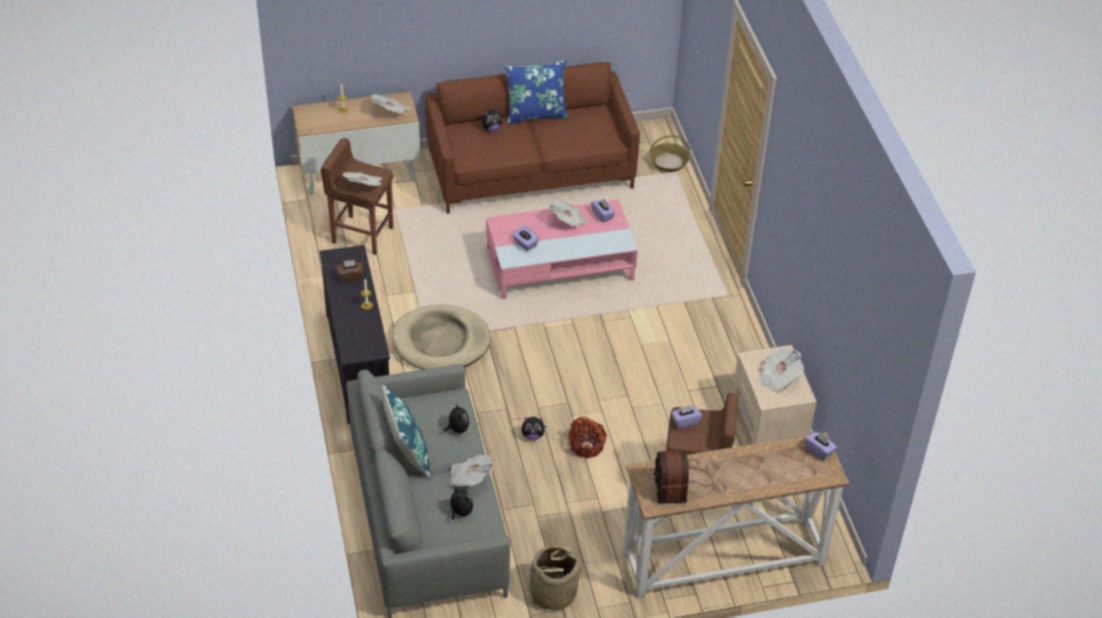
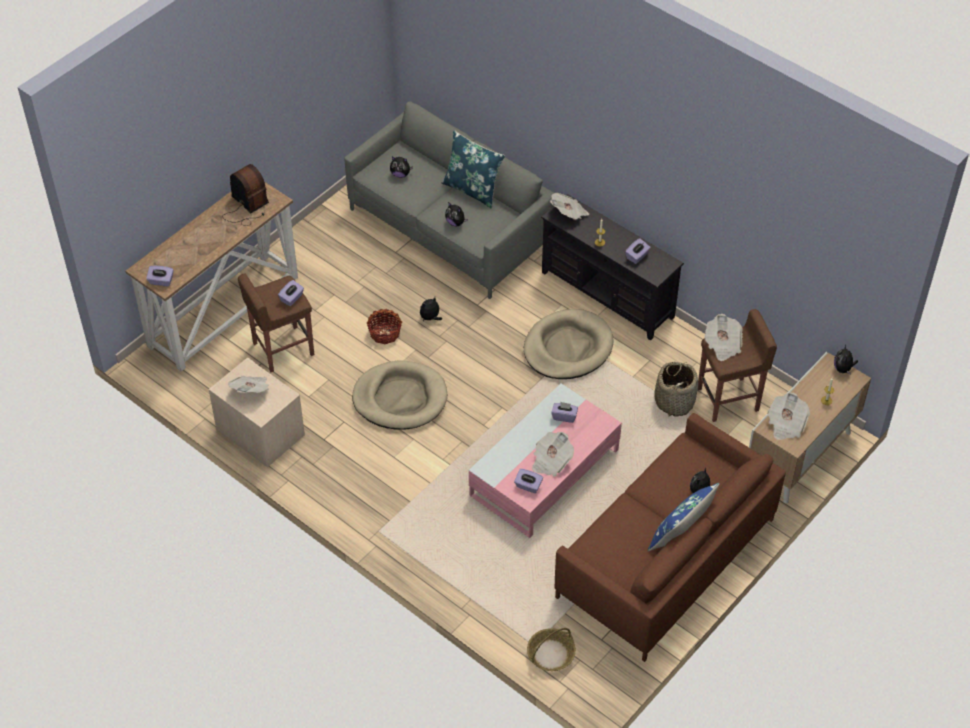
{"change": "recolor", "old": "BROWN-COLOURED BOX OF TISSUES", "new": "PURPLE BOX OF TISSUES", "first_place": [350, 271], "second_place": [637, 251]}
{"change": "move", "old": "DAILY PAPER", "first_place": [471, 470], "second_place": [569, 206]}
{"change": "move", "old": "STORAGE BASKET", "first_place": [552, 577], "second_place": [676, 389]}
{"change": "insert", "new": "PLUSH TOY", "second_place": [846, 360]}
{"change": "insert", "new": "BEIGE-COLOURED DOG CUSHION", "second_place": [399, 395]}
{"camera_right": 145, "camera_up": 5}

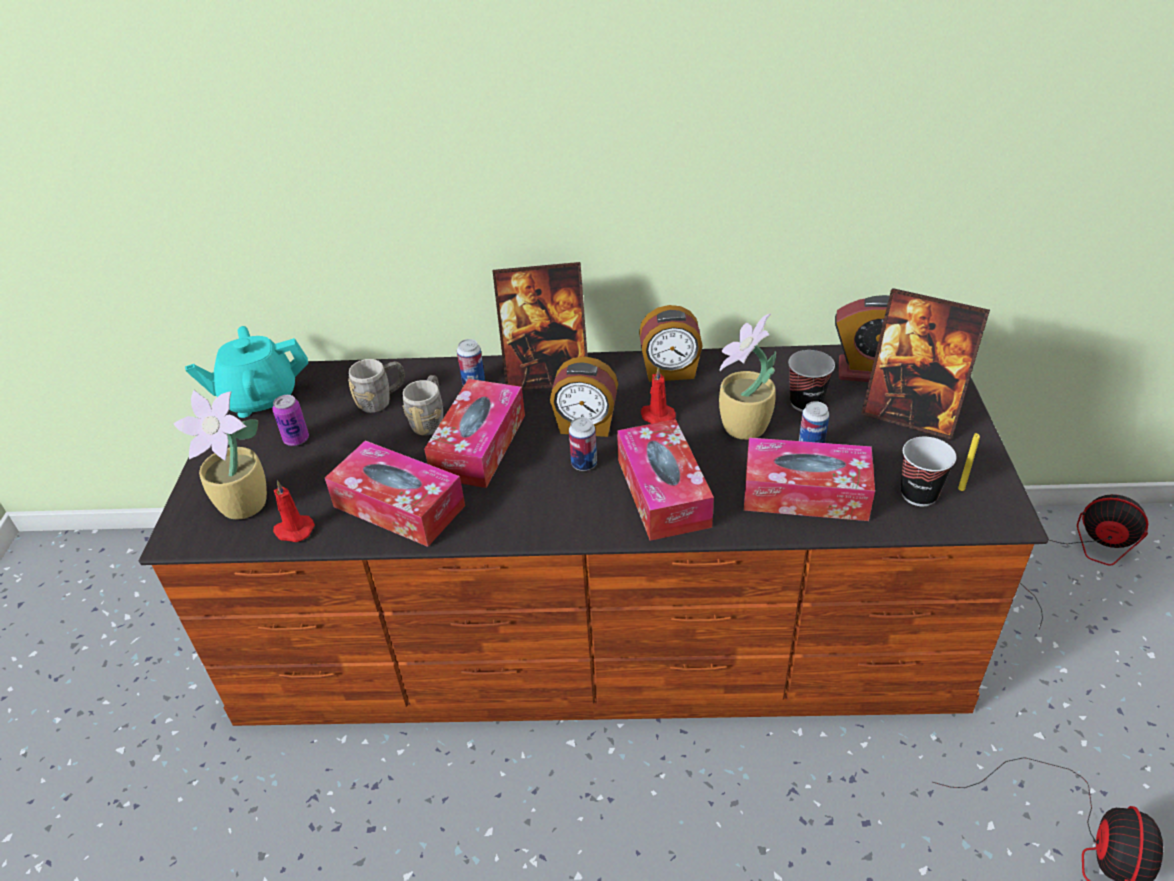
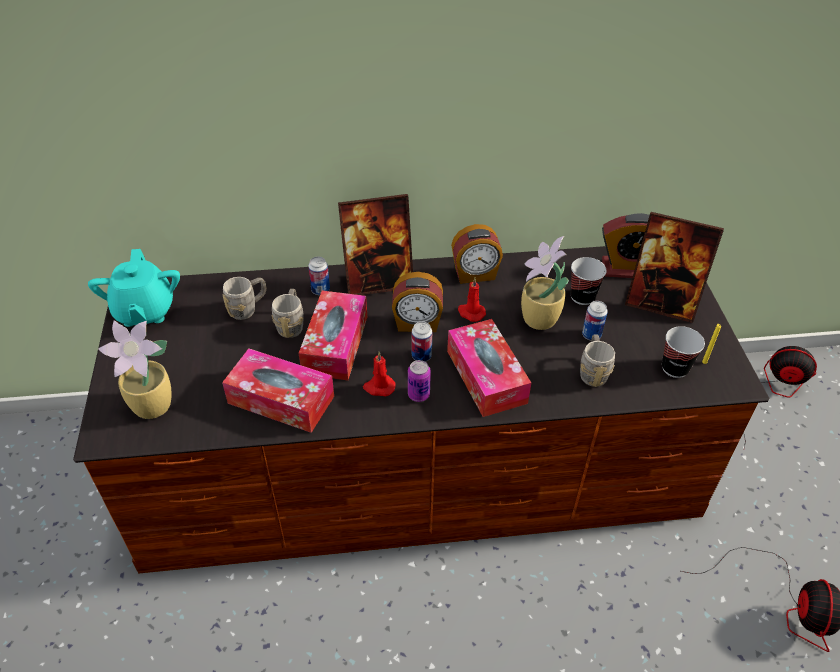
{"change": "rotate", "old": "BLUE-GREEN TEAPOT", "first_place": [246, 372], "second_place": [134, 288], "degrees": -75}
{"change": "move", "old": "CAN", "first_place": [290, 420], "second_place": [419, 381]}
{"change": "replace", "old": "BOX OF TISSUES", "new": "GREY TEA MUG", "first_place": [809, 479], "second_place": [597, 360]}
{"change": "move", "old": "RED-COLOURED CANDLE", "first_place": [294, 511], "second_place": [379, 374]}
{"camera_right": -10, "camera_up": 5}

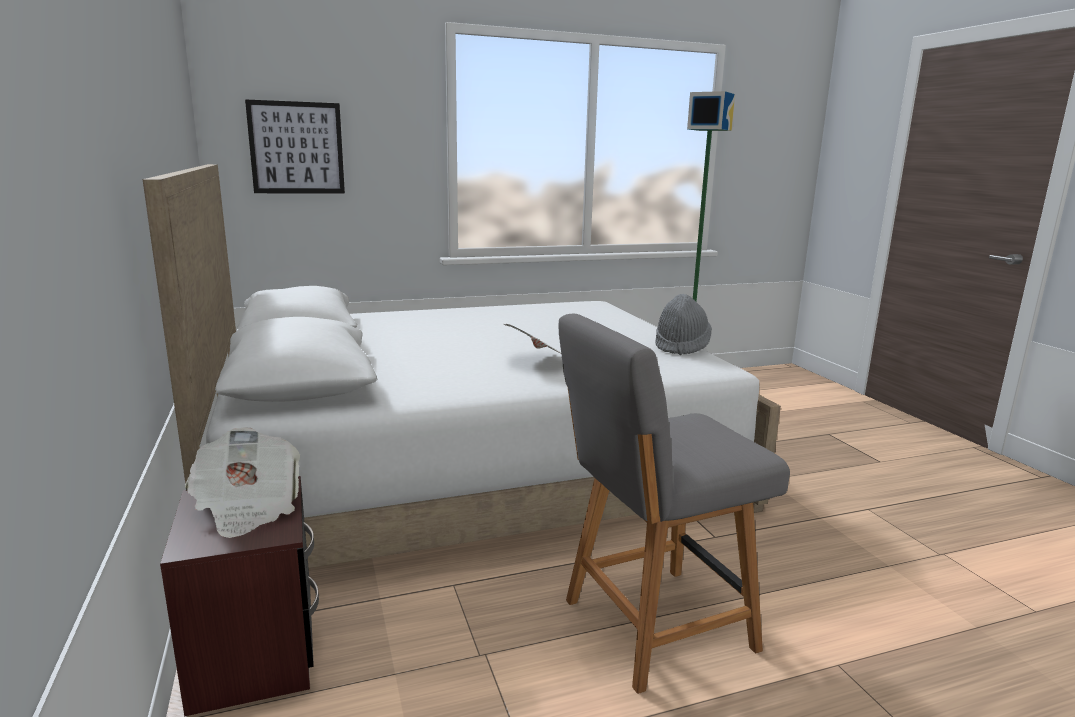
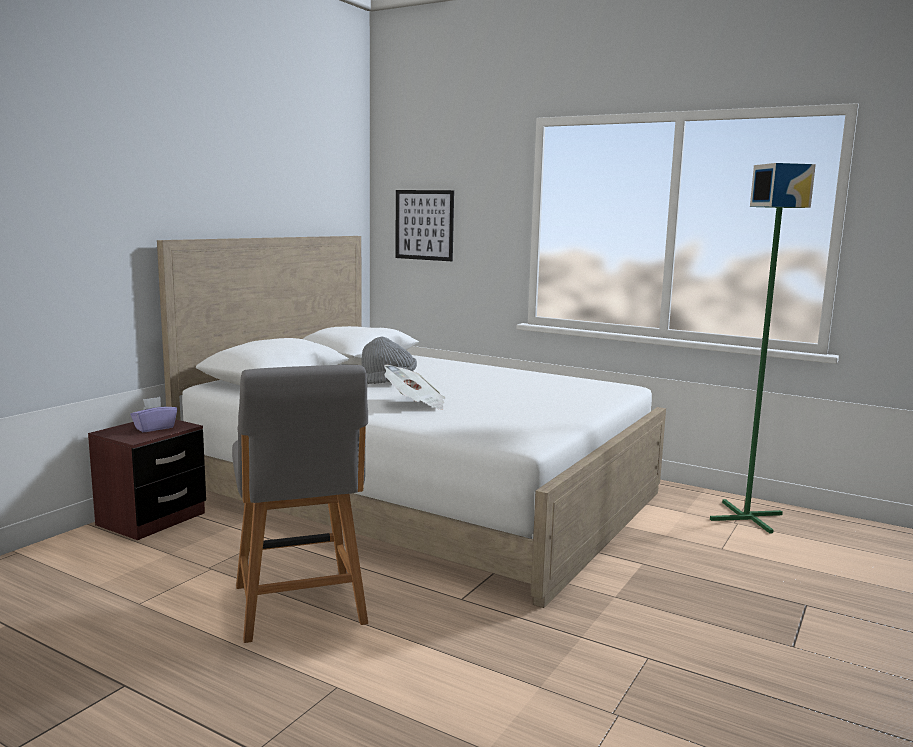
{"change": "move", "old": "GREY CLOTHING HAT", "first_place": [683, 324], "second_place": [389, 360]}
{"change": "rotate", "old": "GREY CHAIR", "first_place": [674, 504], "second_place": [300, 504], "degrees": -135}
{"change": "replace", "old": "DAILY PAPER", "new": "PURPLE BOX OF TISSUES", "first_place": [242, 483], "second_place": [153, 414]}
{"camera_right": 50, "camera_up": -5}

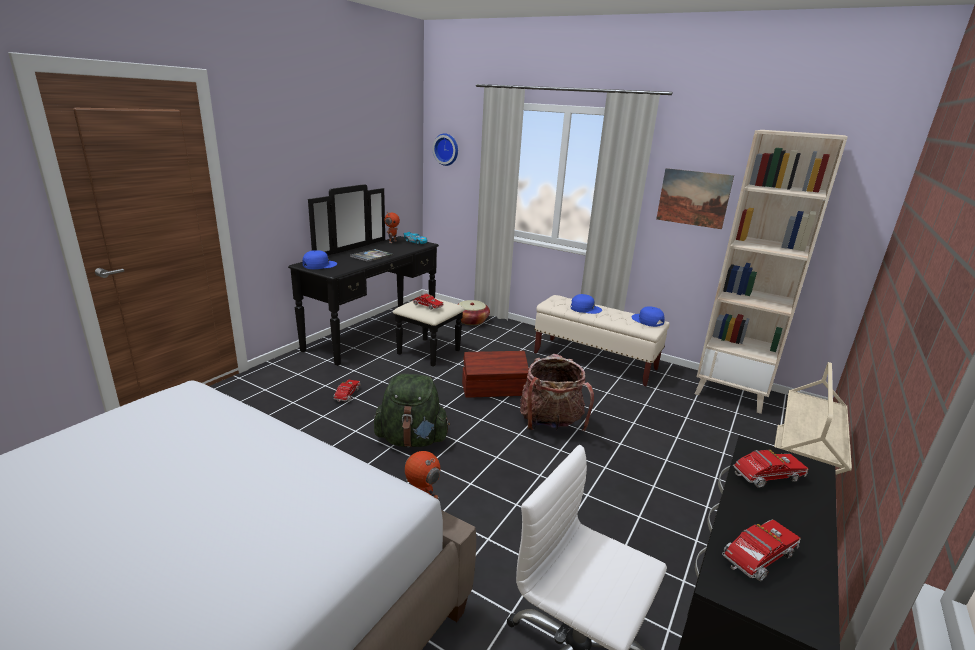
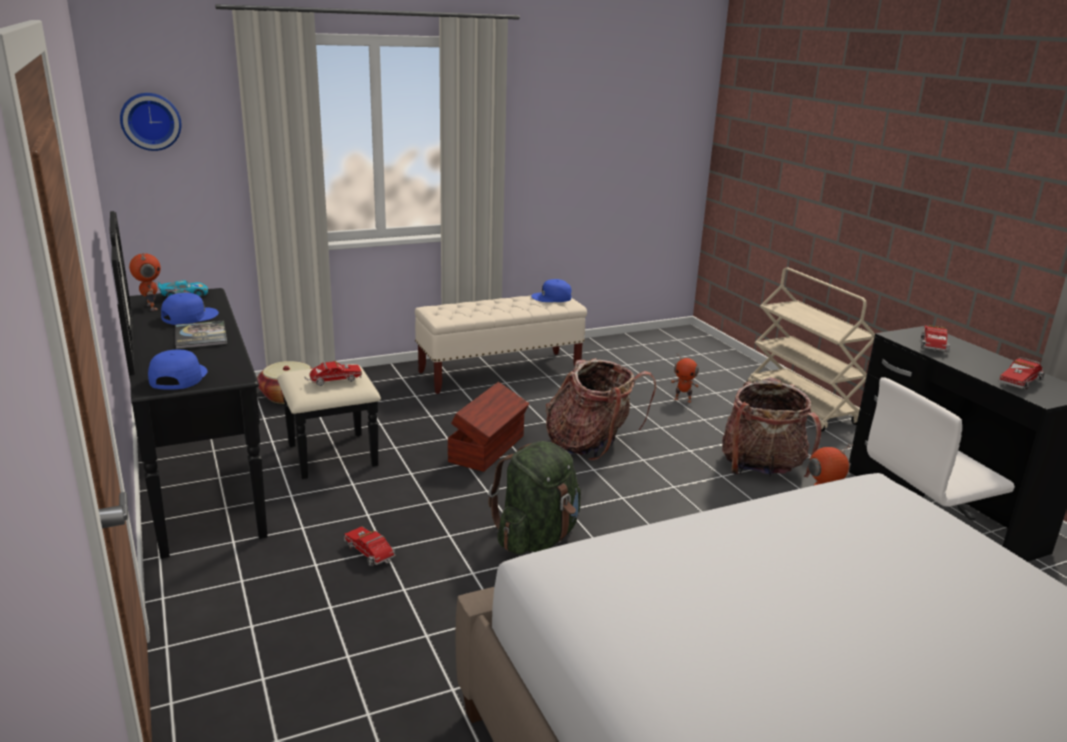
{"change": "delete", "old": "BEIGE-COLOURED BOOKSHELF", "first_place": [771, 272]}
{"change": "delete", "old": "PICTURE", "first_place": [695, 198]}
{"change": "move", "old": "BLUE BASEBALL CAP", "first_place": [586, 304], "second_place": [190, 309]}
{"change": "rotate", "old": "TOY LORRY", "first_place": [761, 550], "second_place": [1021, 373], "degrees": -135}
{"change": "insert", "new": "TOY ROBOT", "second_place": [685, 378]}
{"change": "insert", "new": "BACKPACK", "second_place": [772, 427]}
{"camera_right": -55, "camera_up": 0}

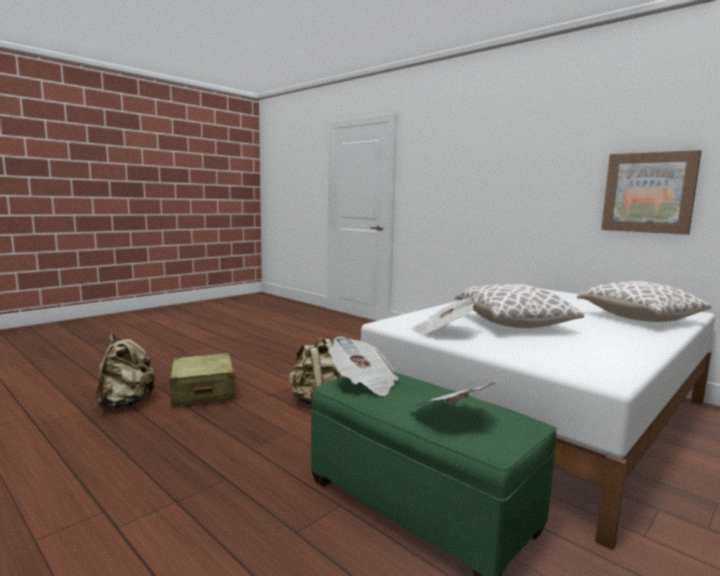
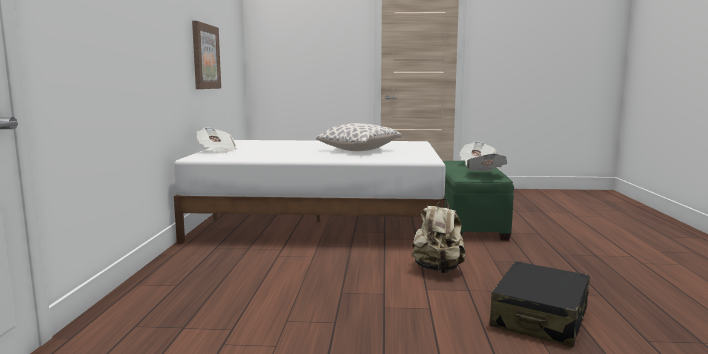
{"change": "delete", "old": "THROW PILLOW", "first_place": [644, 301]}
{"change": "move", "old": "DAILY PAPER", "first_place": [444, 316], "second_place": [216, 140]}
{"change": "delete", "old": "BEIGE-COLOURED BACKPACK", "first_place": [126, 371]}
{"change": "recolor", "old": "BEIGE-COLOURED PIECE OF LUGGAGE", "new": "BLACK PIECE OF LUGGAGE", "first_place": [202, 379], "second_place": [539, 304]}
{"camera_right": -130, "camera_up": 0}

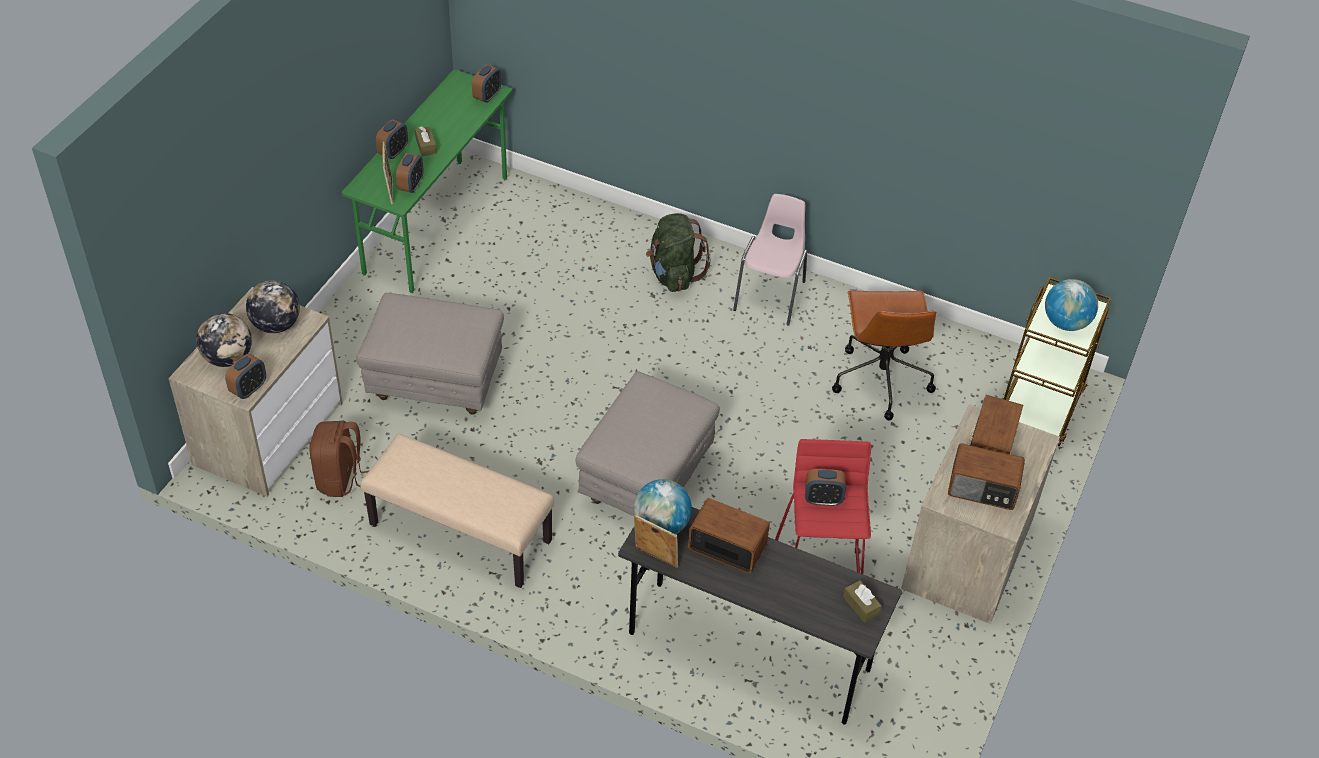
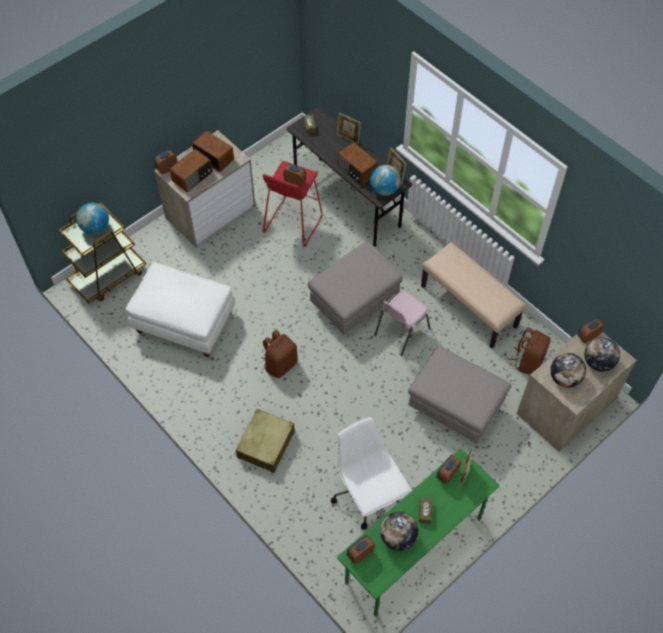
{"change": "move", "old": "BEDSIDE CLOCK", "first_place": [392, 139], "second_place": [166, 162]}
{"change": "move", "old": "PINKISH CHAIR", "first_place": [770, 260], "second_place": [402, 323]}
{"change": "replace", "old": "GREEN-COLOURED BACKPACK", "new": "BEIGE-COLOURED PIECE OF LUGGAGE", "first_place": [678, 252], "second_place": [265, 441]}
{"change": "replace", "old": "BROWN-COLOURED DESK CHAIR", "new": "WHITE POUFFE", "first_place": [884, 355], "second_place": [180, 309]}
{"change": "insert", "new": "PHOTO FRAME", "second_place": [349, 128]}
{"change": "insert", "new": "BROWN-COLOURED BACKPACK", "second_place": [280, 354]}
{"change": "insert", "new": "WHITE DESK CHAIR", "second_place": [371, 473]}
{"change": "insert", "new": "WORLD GLOBE", "second_place": [399, 531]}
{"camera_right": -155, "camera_up": 10}

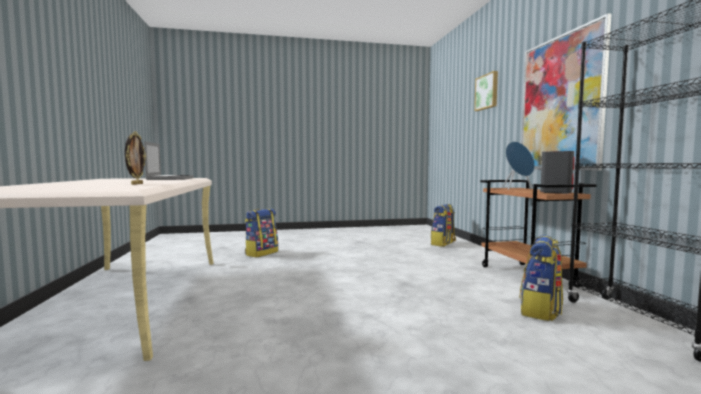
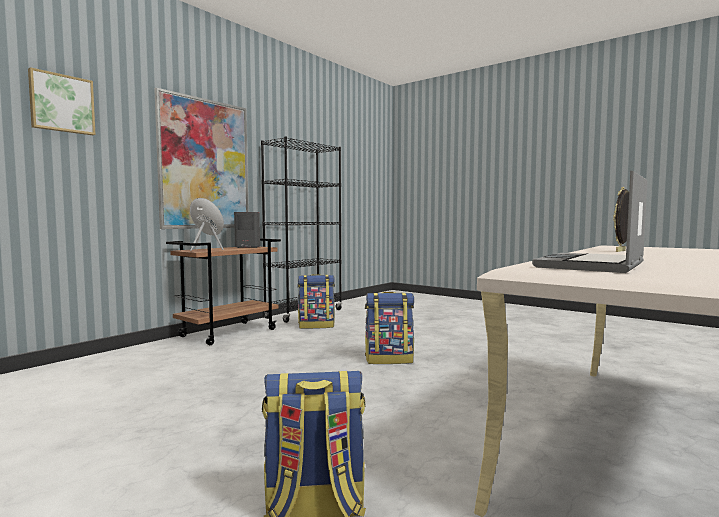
{"change": "move", "old": "BACKPACK", "first_place": [443, 225], "second_place": [389, 328]}
{"camera_right": -130, "camera_up": 0}

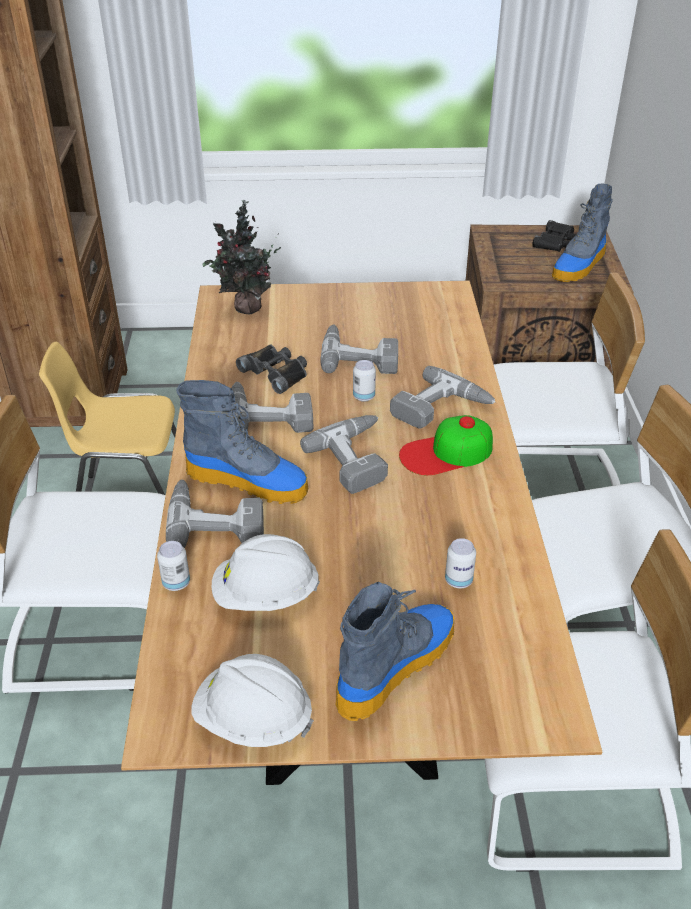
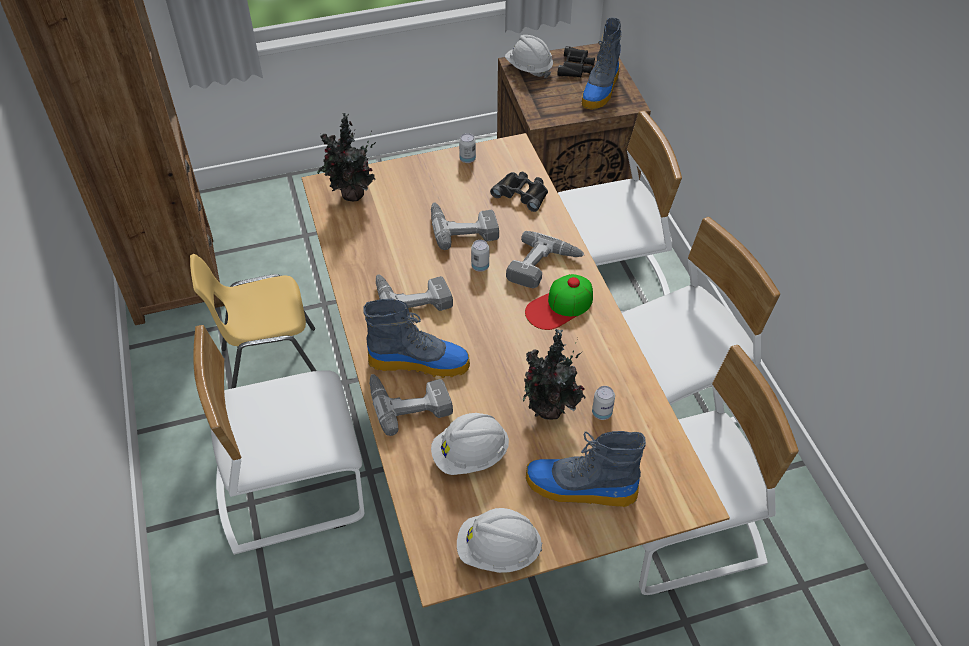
{"change": "move", "old": "BLACK FIELD GLASSES", "first_place": [271, 369], "second_place": [519, 192]}
{"change": "delete", "old": "DRILL", "first_place": [344, 454]}
{"change": "move", "old": "CAN", "first_place": [173, 566], "second_place": [467, 148]}
{"change": "rotate", "old": "HIGH-TOP BOOT", "first_place": [395, 651], "second_place": [586, 469], "degrees": -105}
{"change": "insert", "new": "WHITE HARD HAT", "second_place": [529, 56]}
{"change": "insert", "new": "PLANT IN A POT", "second_place": [554, 374]}
{"camera_right": -15, "camera_up": 10}

